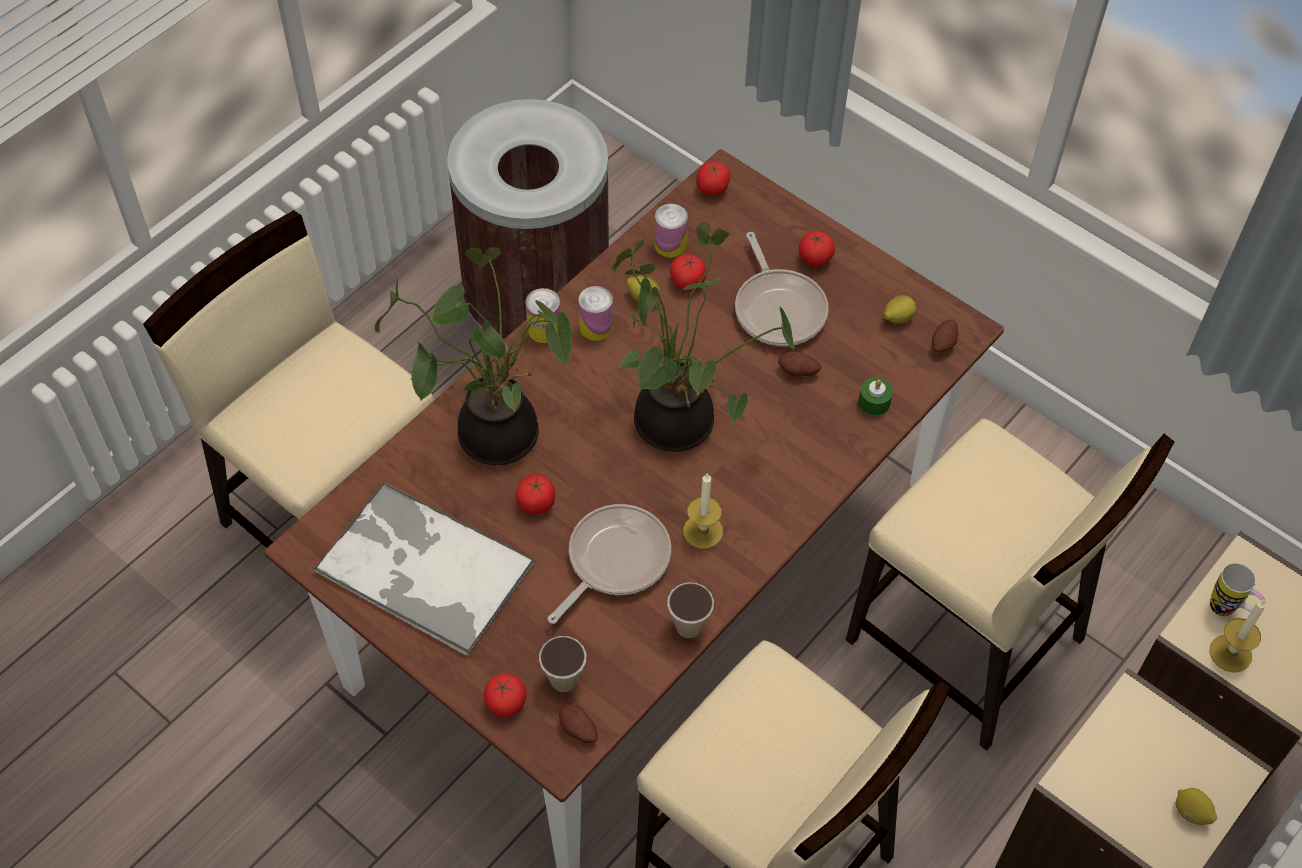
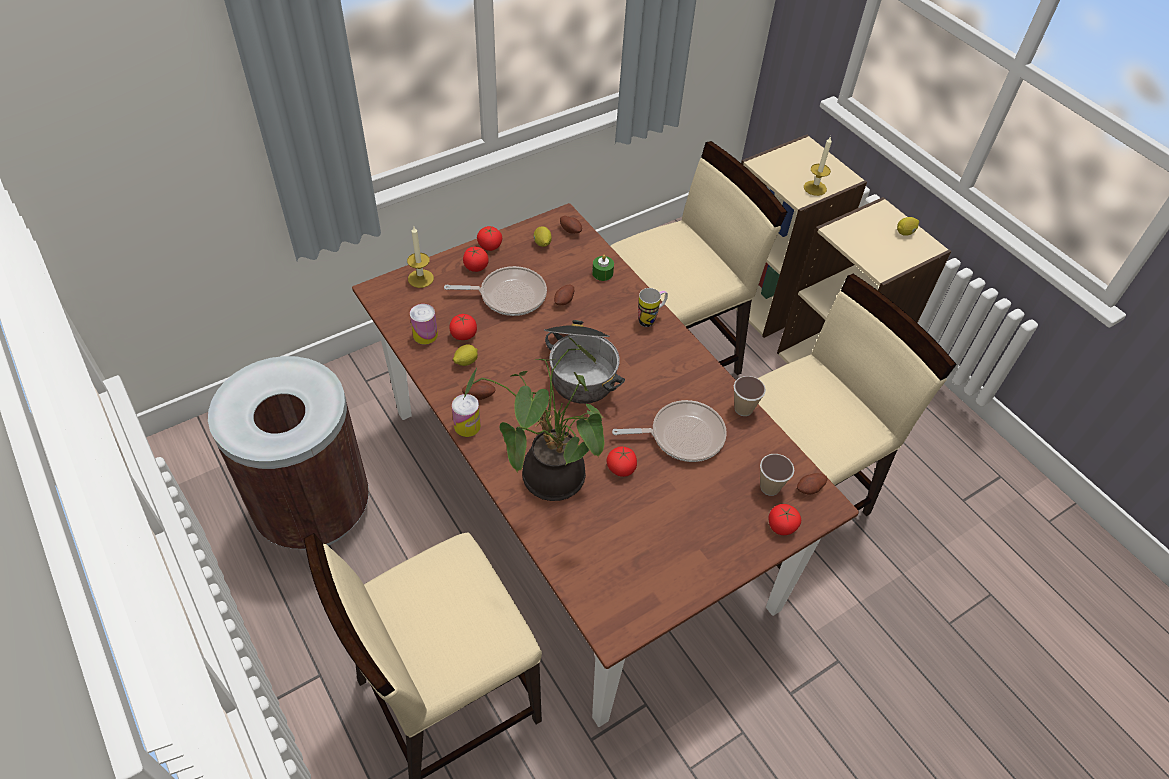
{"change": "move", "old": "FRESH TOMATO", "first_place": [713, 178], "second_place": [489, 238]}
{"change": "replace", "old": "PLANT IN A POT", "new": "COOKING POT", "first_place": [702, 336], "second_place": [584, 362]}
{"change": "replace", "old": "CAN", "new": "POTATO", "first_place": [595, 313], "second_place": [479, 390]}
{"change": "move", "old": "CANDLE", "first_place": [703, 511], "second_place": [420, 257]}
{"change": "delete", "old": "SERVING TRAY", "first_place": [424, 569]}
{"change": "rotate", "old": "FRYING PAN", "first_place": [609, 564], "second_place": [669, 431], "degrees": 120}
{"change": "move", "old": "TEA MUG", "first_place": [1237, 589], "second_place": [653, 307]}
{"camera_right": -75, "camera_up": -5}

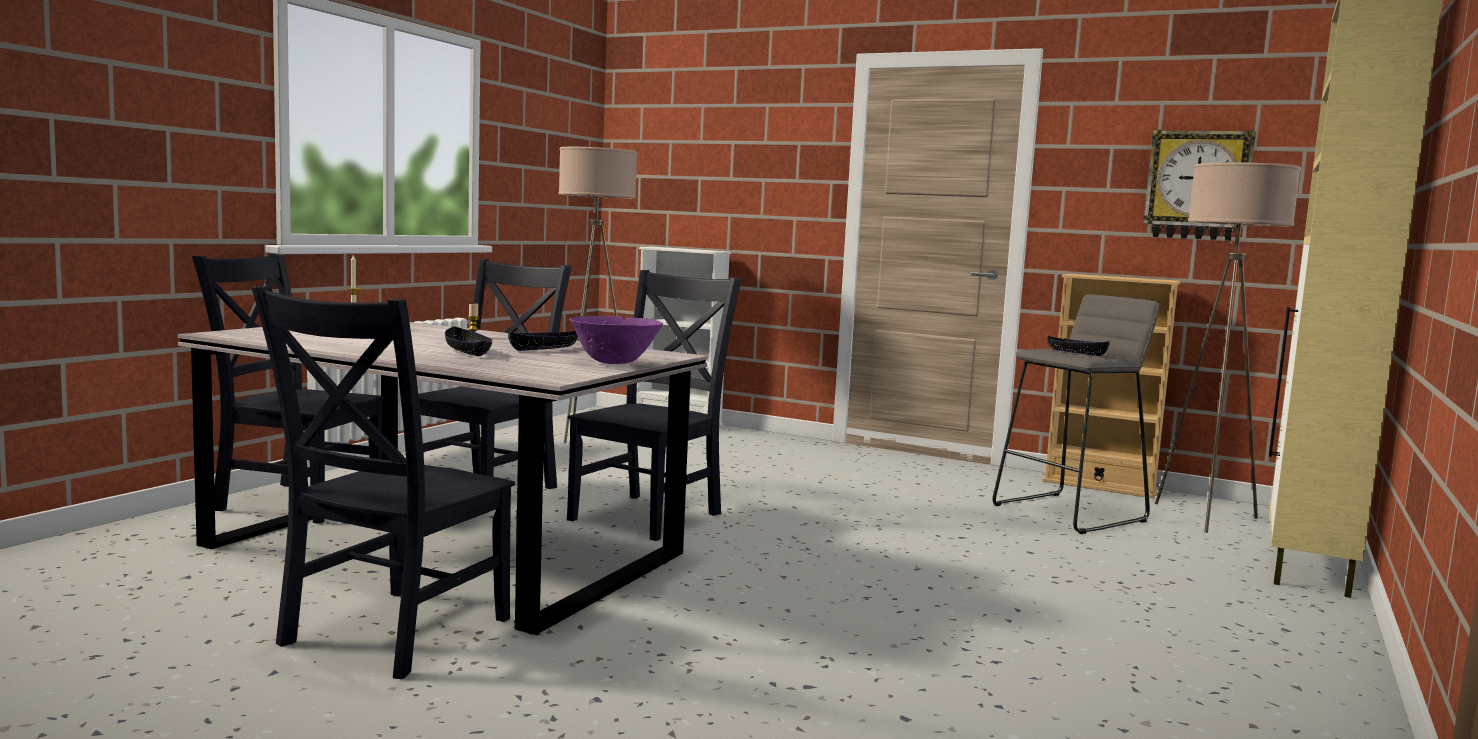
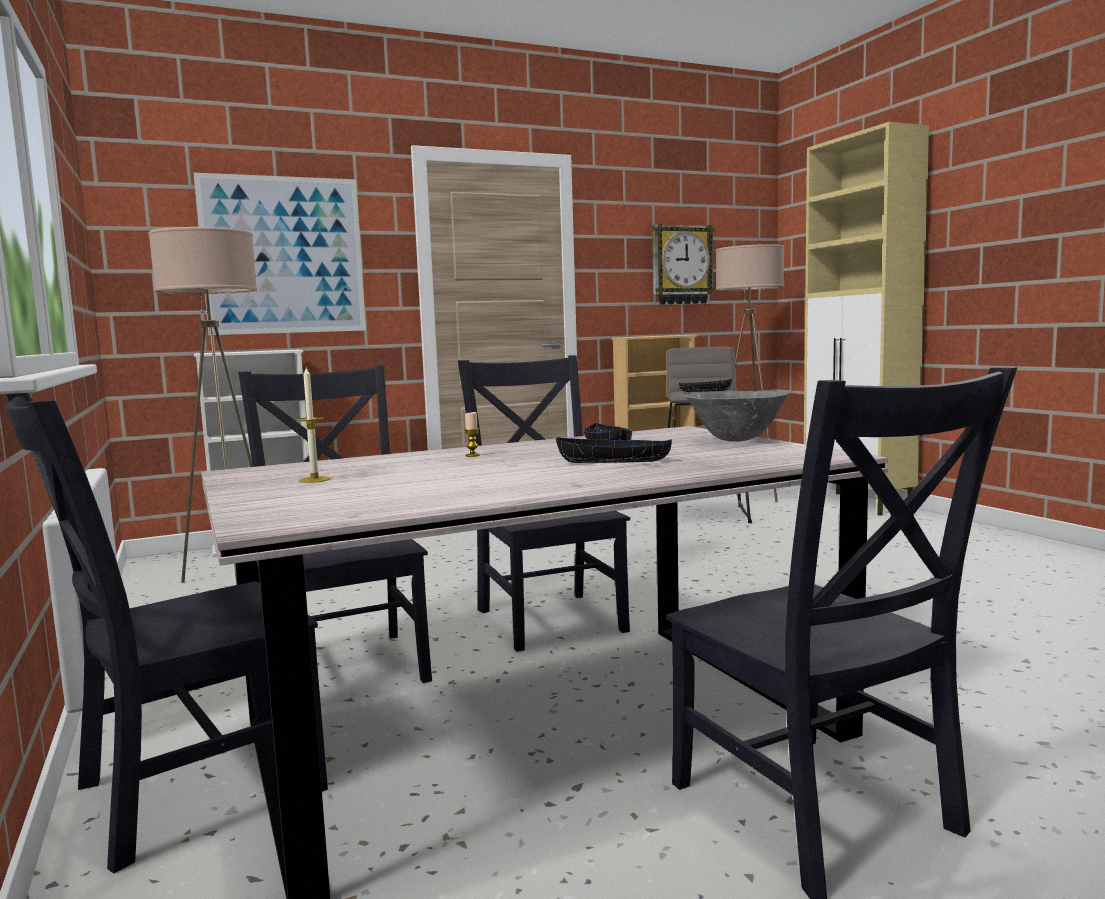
{"change": "recolor", "old": "PURPLE BOWL", "new": "GREY BOWL", "first_place": [616, 340], "second_place": [737, 416]}
{"change": "insert", "new": "PICTURE", "second_place": [280, 254]}
{"camera_right": -50, "camera_up": 0}

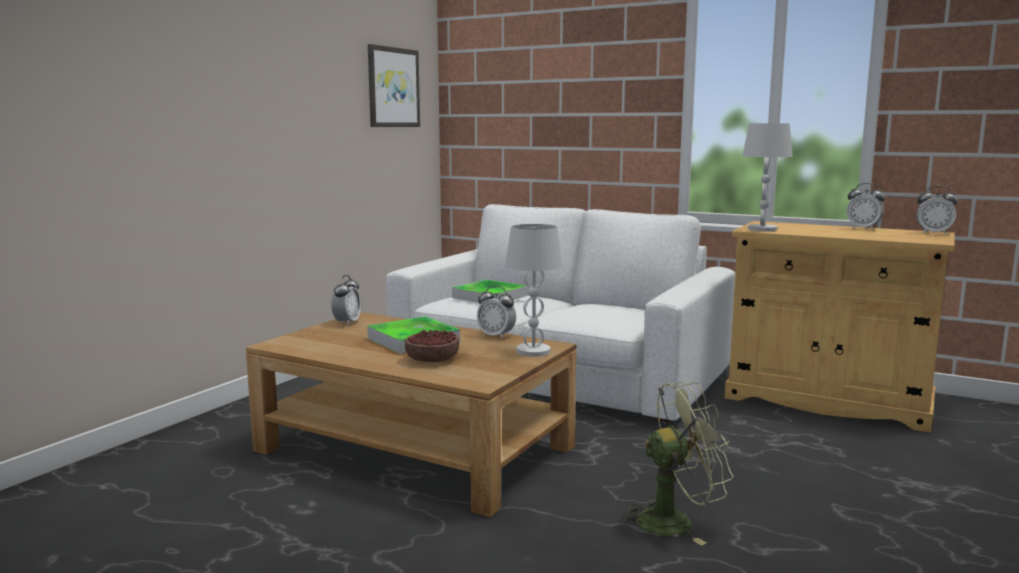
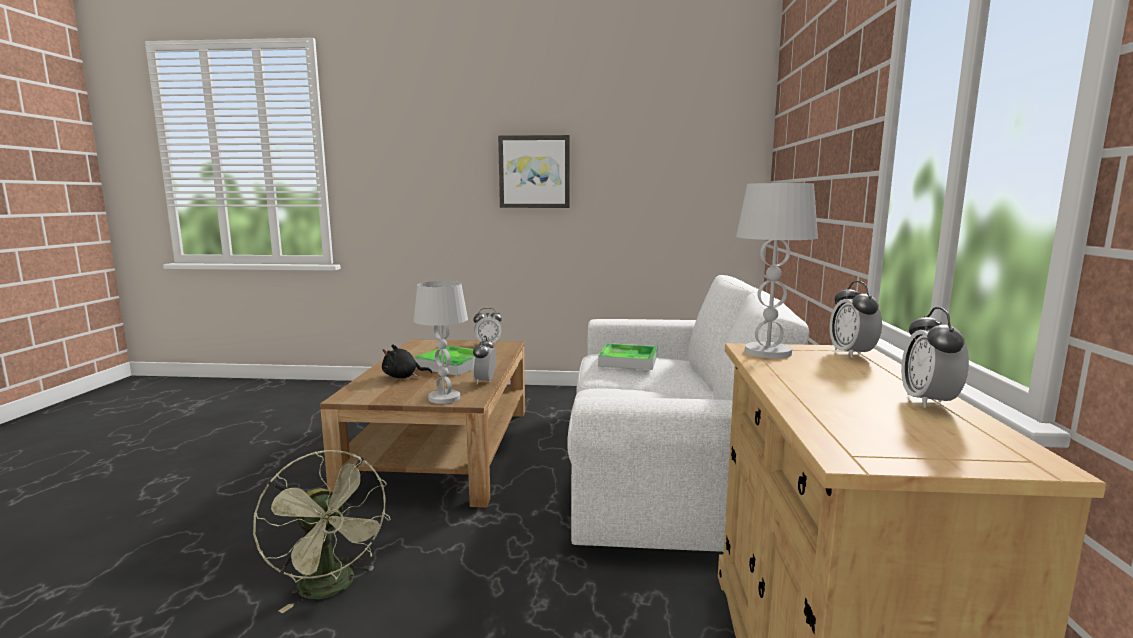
{"change": "move", "old": "PICTURE", "first_place": [394, 85], "second_place": [534, 171]}
{"change": "move", "old": "BEDSIDE CLOCK", "first_place": [937, 210], "second_place": [855, 319]}
{"change": "replace", "old": "BOWL", "new": "BLACK PLUSH TOY", "first_place": [432, 345], "second_place": [407, 361]}
{"camera_right": 65, "camera_up": 0}

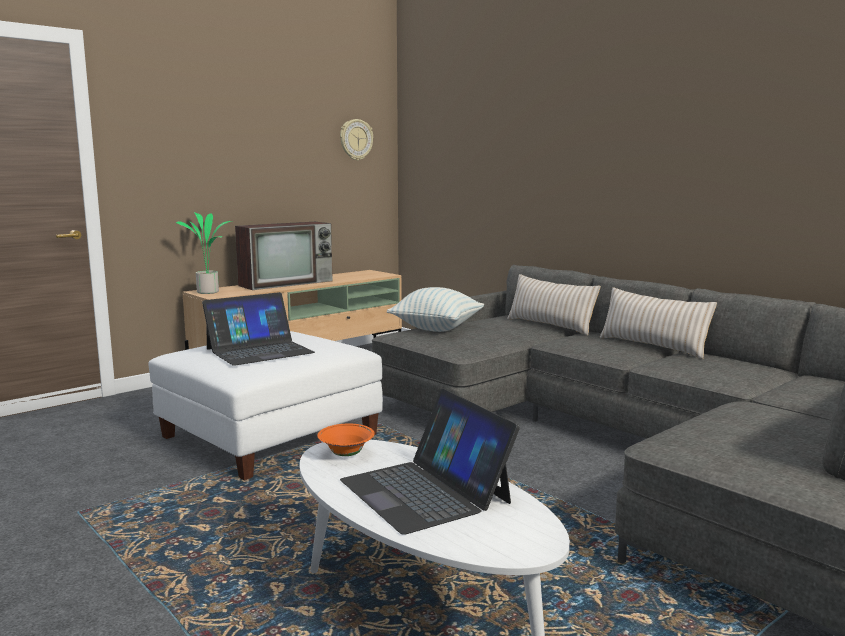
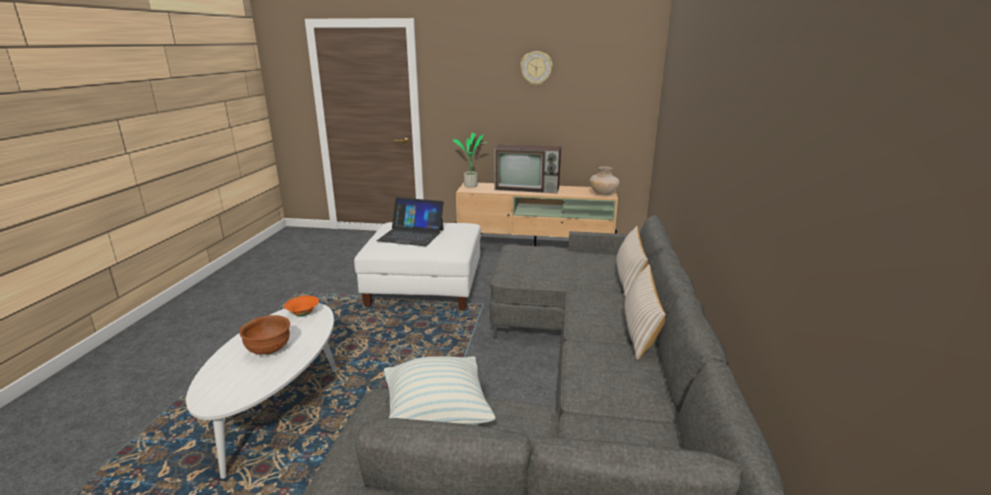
{"change": "move", "old": "WALL CLOCK", "first_place": [356, 140], "second_place": [536, 68]}
{"change": "move", "old": "THROW PILLOW", "first_place": [435, 309], "second_place": [440, 390]}
{"change": "replace", "old": "PORTABLE COMPUTER", "new": "BROWN-COLOURED BOWL", "first_place": [430, 462], "second_place": [264, 335]}
{"change": "insert", "new": "BEIGE-COLOURED VASE", "second_place": [605, 181]}
{"camera_right": 50, "camera_up": 10}

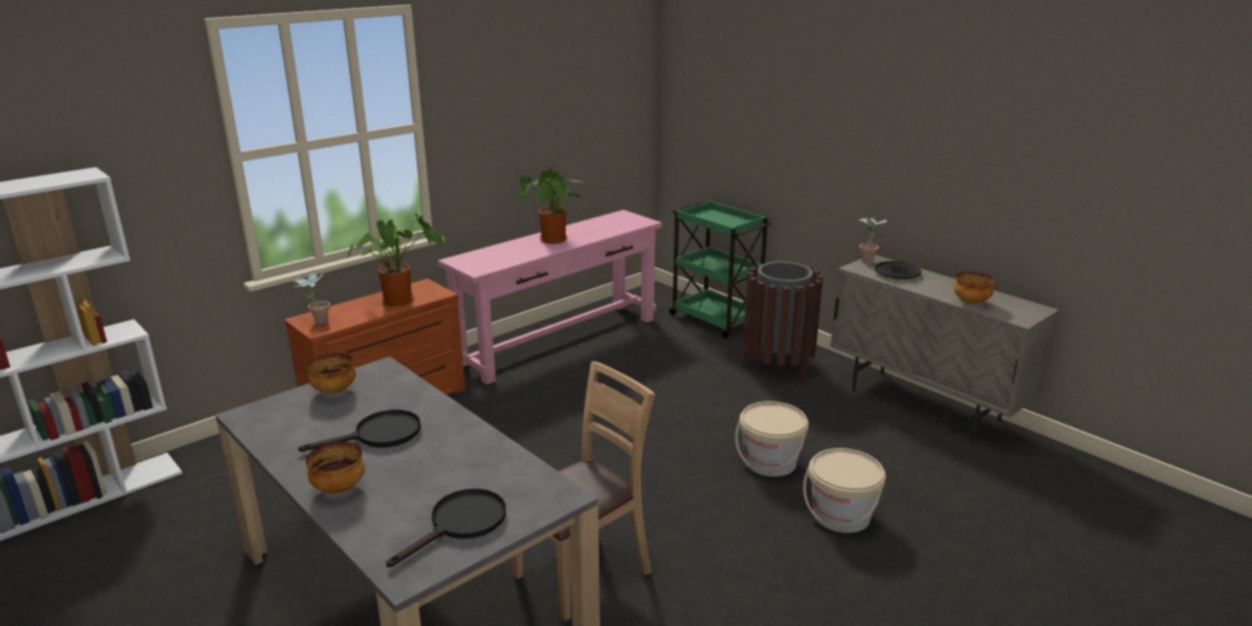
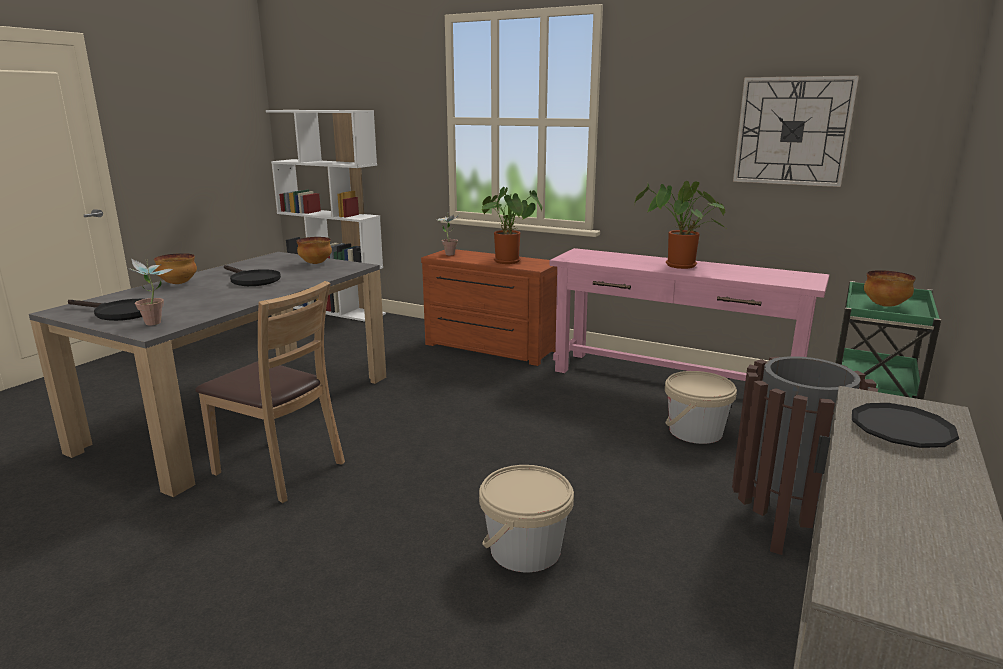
{"change": "move", "old": "PLANT IN A POT", "first_place": [872, 239], "second_place": [150, 291]}
{"change": "move", "old": "BOWL", "first_place": [974, 288], "second_place": [890, 288]}
{"change": "move", "old": "BEIGE-COLOURED PAIL", "first_place": [844, 490], "second_place": [701, 407]}
{"change": "insert", "new": "WALL CLOCK", "second_place": [796, 131]}
{"camera_right": 70, "camera_up": -5}

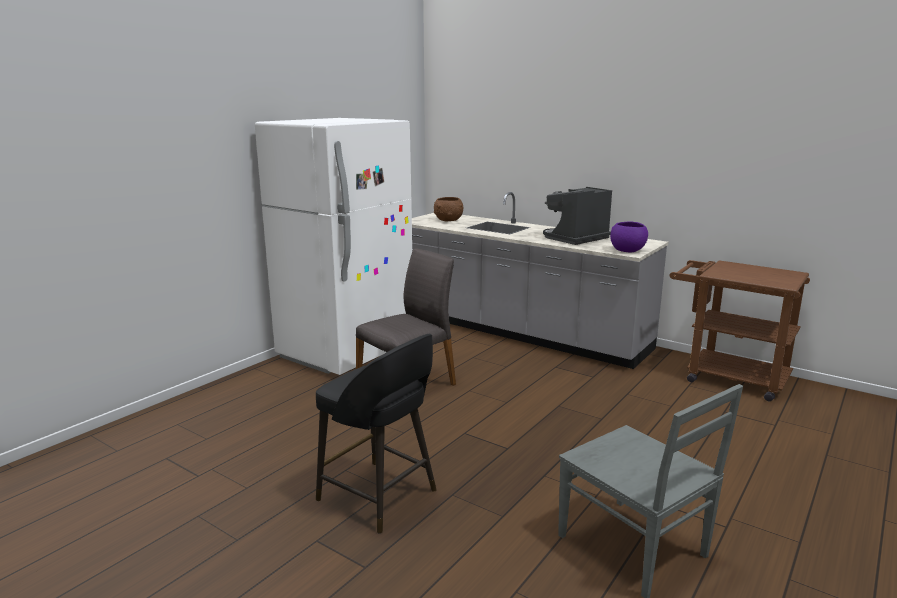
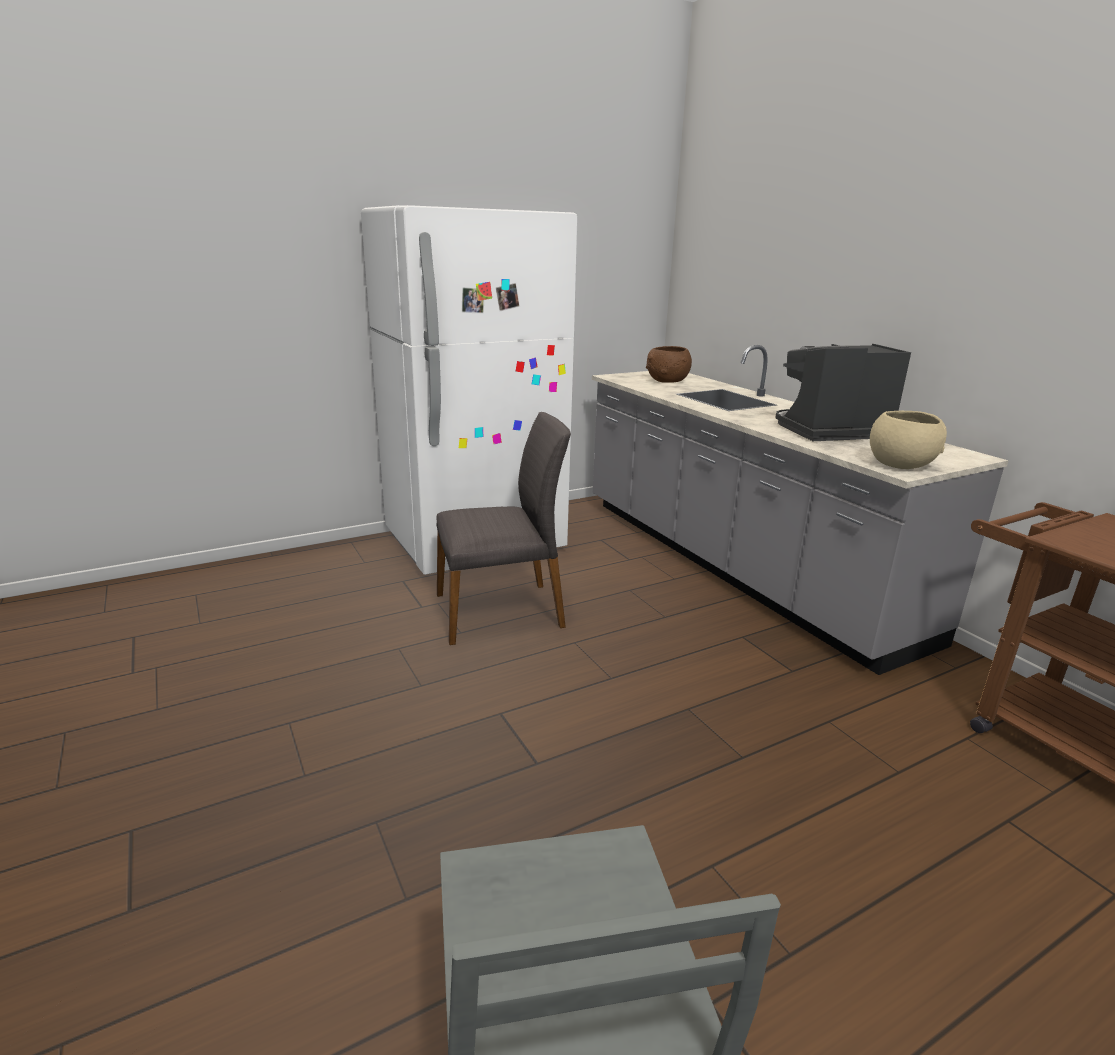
{"change": "recolor", "old": "PURPLE BOWL", "new": "BEIGE-COLOURED BOWL", "first_place": [629, 236], "second_place": [908, 439]}
{"change": "delete", "old": "BLACK SITTING STOOL", "first_place": [376, 434]}
{"camera_right": 25, "camera_up": 5}

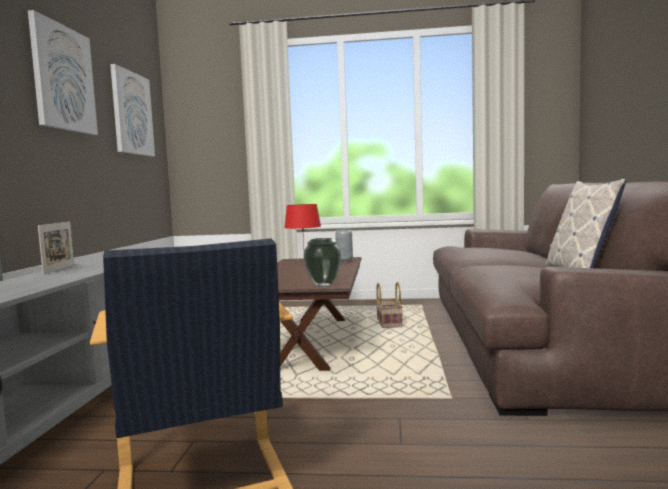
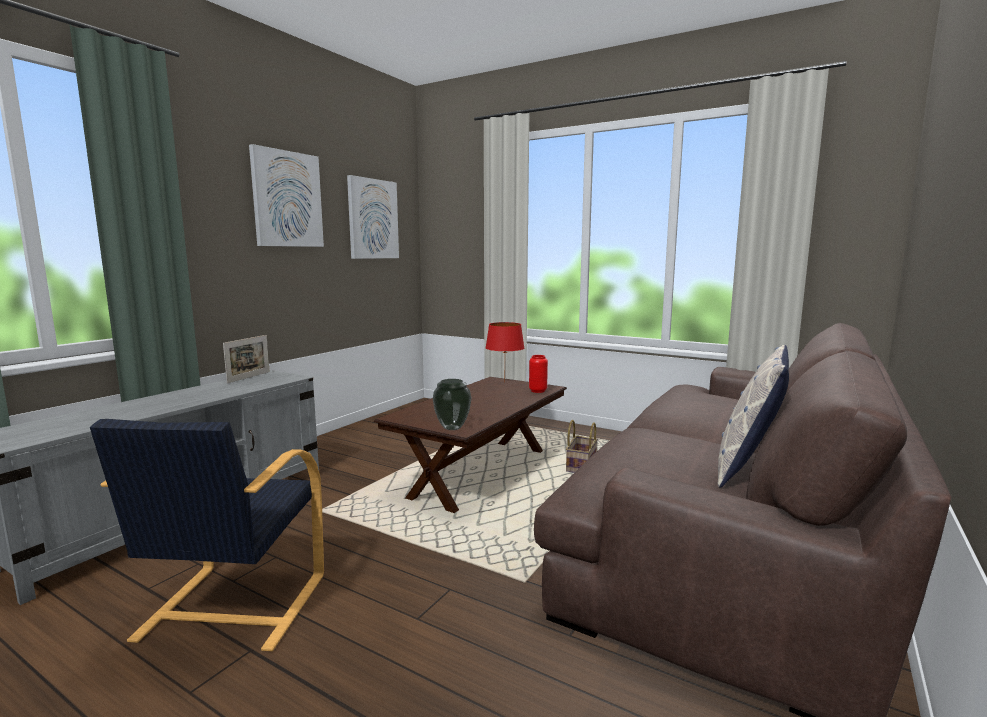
{"change": "recolor", "old": "GREY VASE", "new": "RED-COLOURED VASE", "first_place": [344, 245], "second_place": [538, 374]}
{"camera_right": 25, "camera_up": 5}

